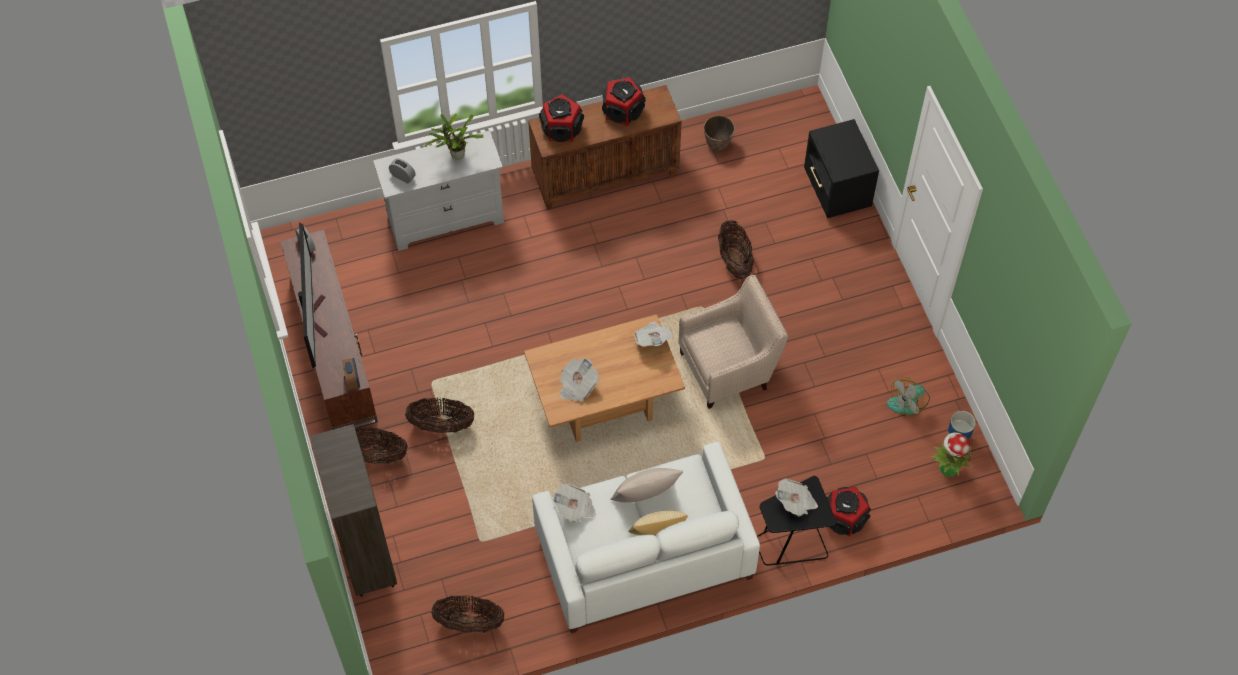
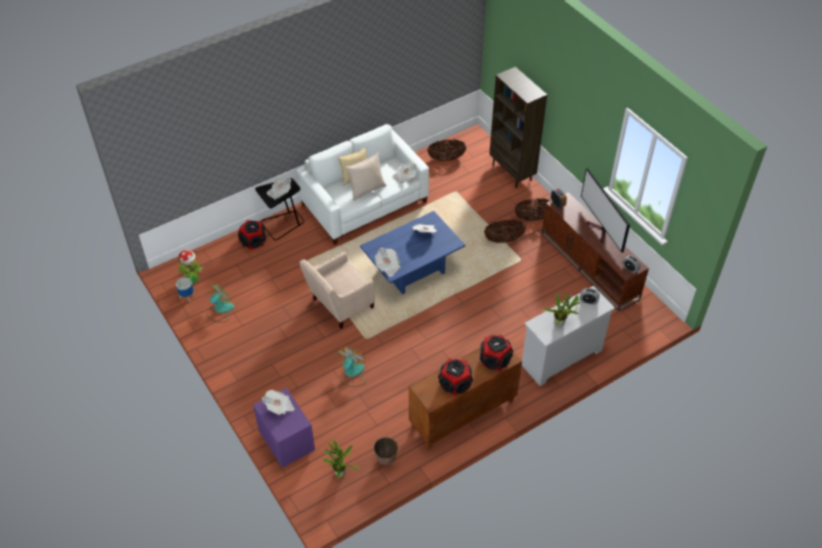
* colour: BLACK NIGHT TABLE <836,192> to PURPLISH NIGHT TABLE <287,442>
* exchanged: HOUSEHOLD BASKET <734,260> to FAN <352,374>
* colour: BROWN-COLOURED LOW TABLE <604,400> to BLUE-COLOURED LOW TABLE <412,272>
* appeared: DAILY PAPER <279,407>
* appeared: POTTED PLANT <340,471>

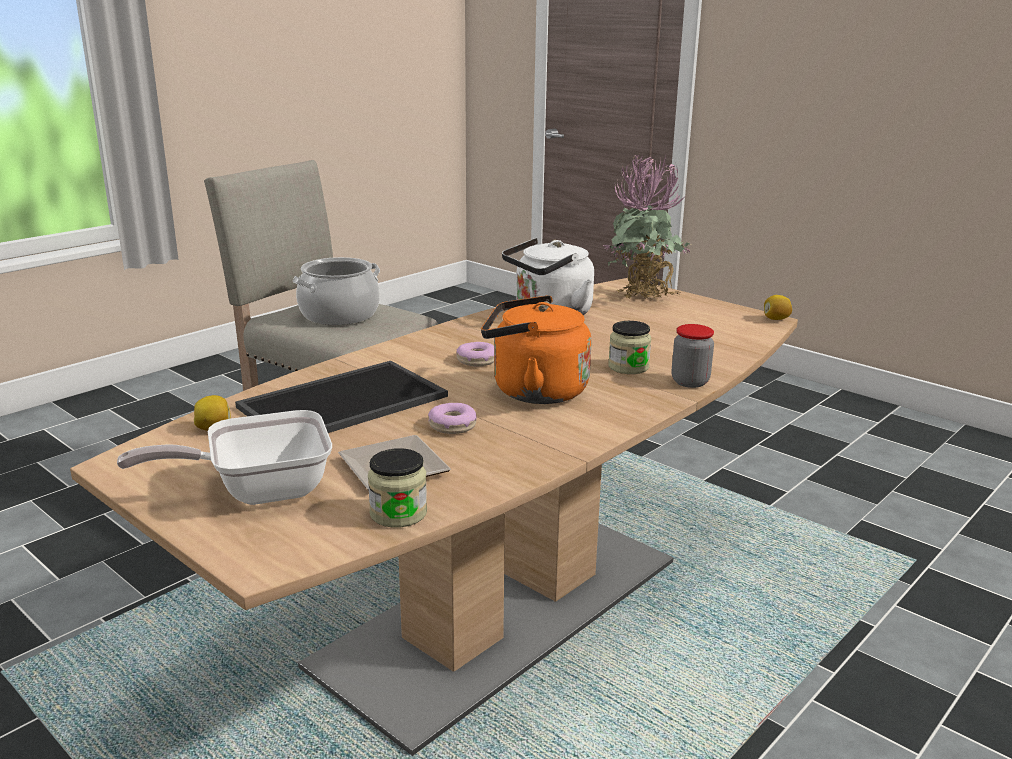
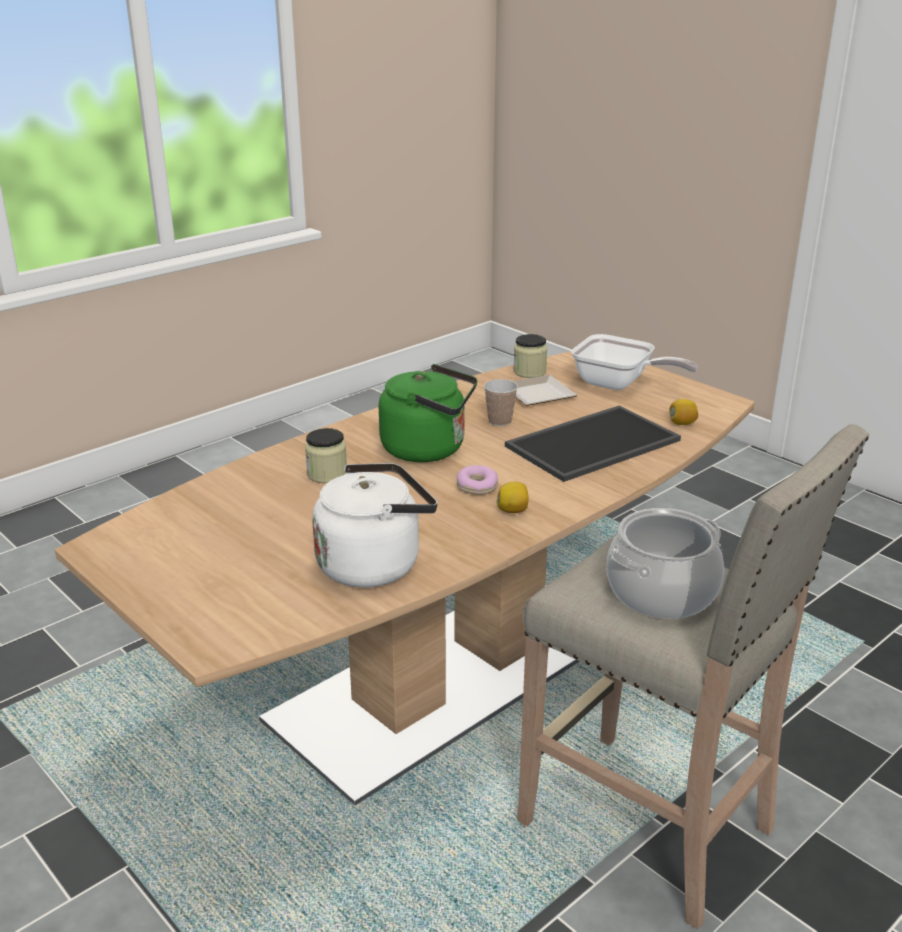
* missing: POTTED PLANT <643,301>
* colour: ORANGE WATER KETTLE <533,391> to GREEN WATER KETTLE <429,449>
* relocated: LEMON <776,319> to <513,510>
* missing: PRESERVE JAR <690,382>
* exchanged: DONUT <452,425> to CUP <500,421>
* spun: FRYING PAN <258,490> = <619,384> 45 degrees clockwise

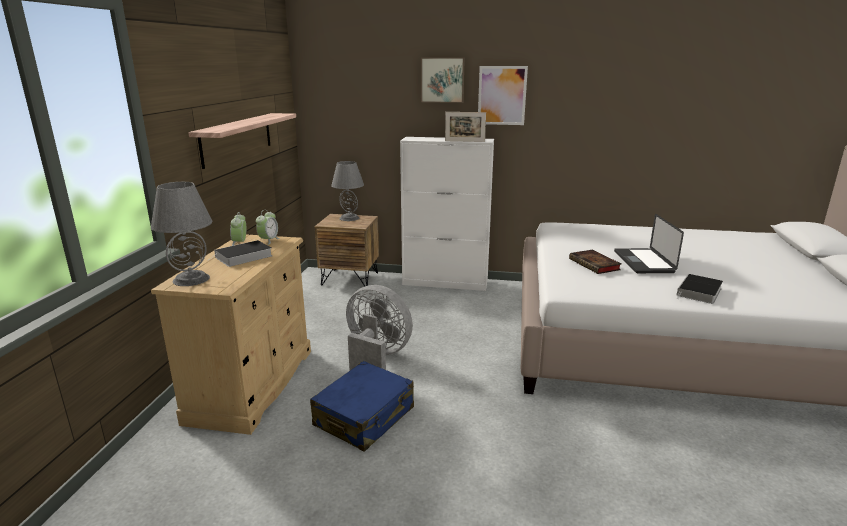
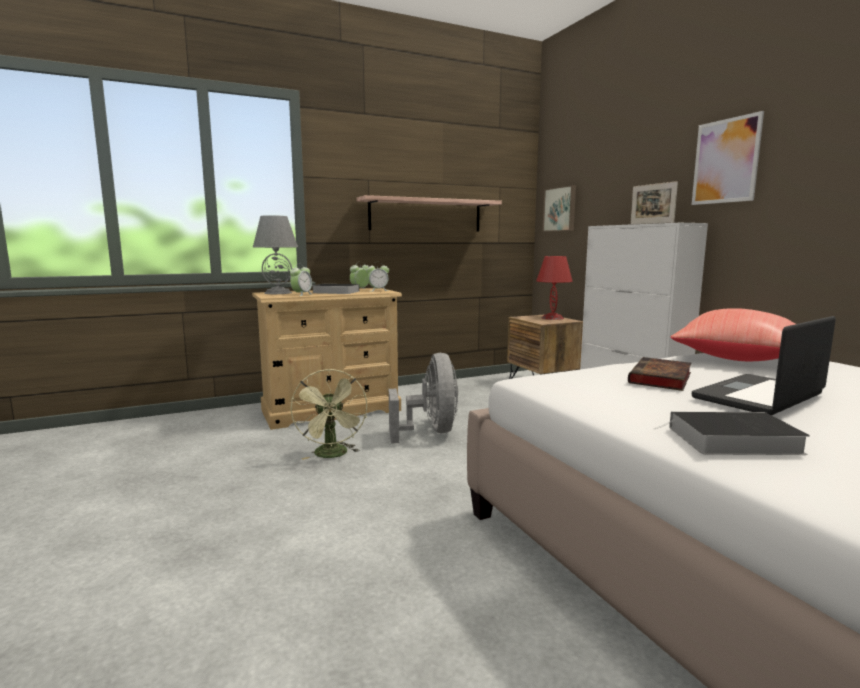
* relocated: WALL ART <442,80> to <560,209>
* colour: GRAY TABLE LAMP <349,218> to RED TABLE LAMP <552,318>
* exchanged: BLUE-COLOURED PIECE OF LUGGAGE <364,417> to GREEN FAN <333,455>
* appeared: BEDSIDE CLOCK <301,294>
* appeared: RED THROW PILLOW <740,359>

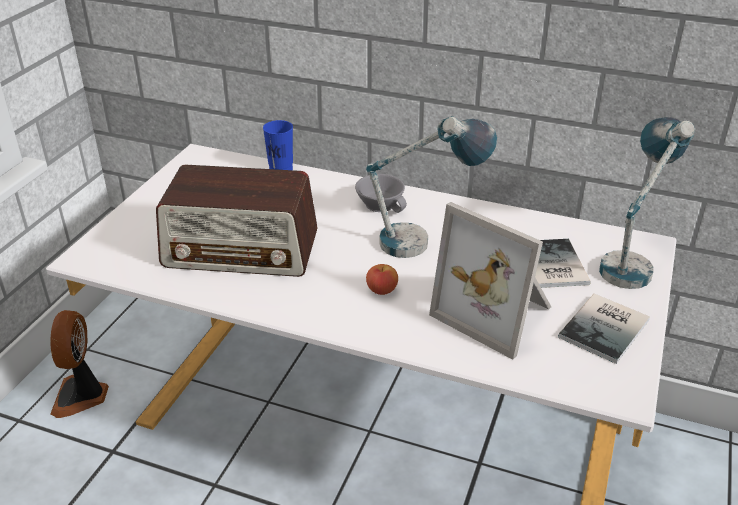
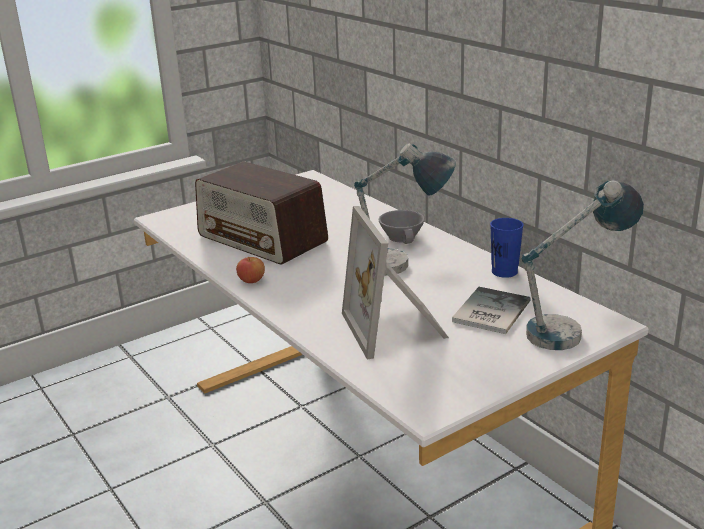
* relocated: BLUE-COLOURED CUP <281,169> to <504,272>
* relocated: WHOLE APPLE <382,290> to <251,280>
* missing: BOOK <607,328>
* missing: FAN <82,396>

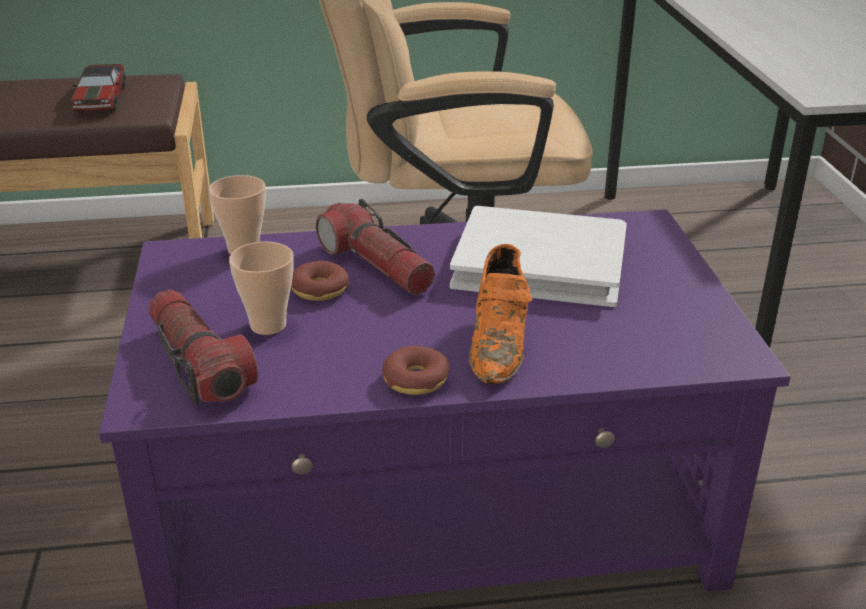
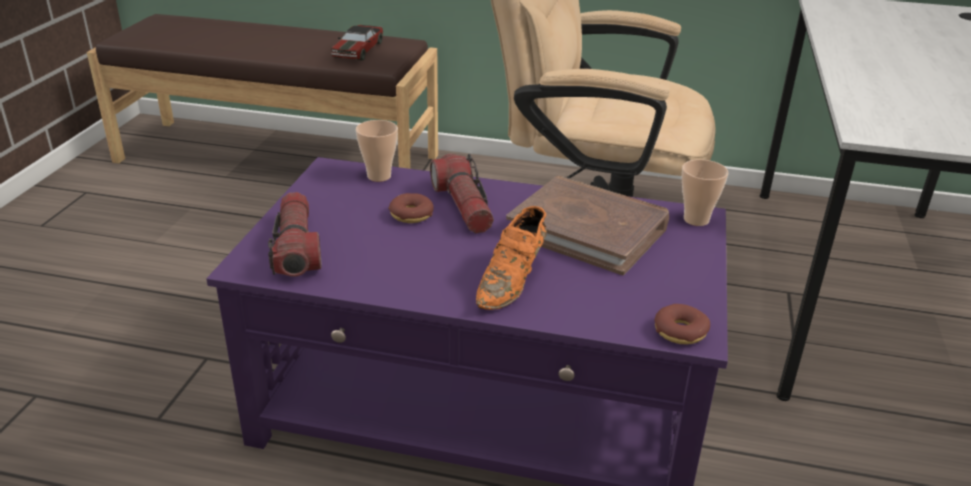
* colour: WHITE BOOK <540,263> to BROWN-COLOURED BOOK <588,230>
* relocated: CUP <268,325> to <696,219>
* relocated: DONUT <415,380> to <680,332>

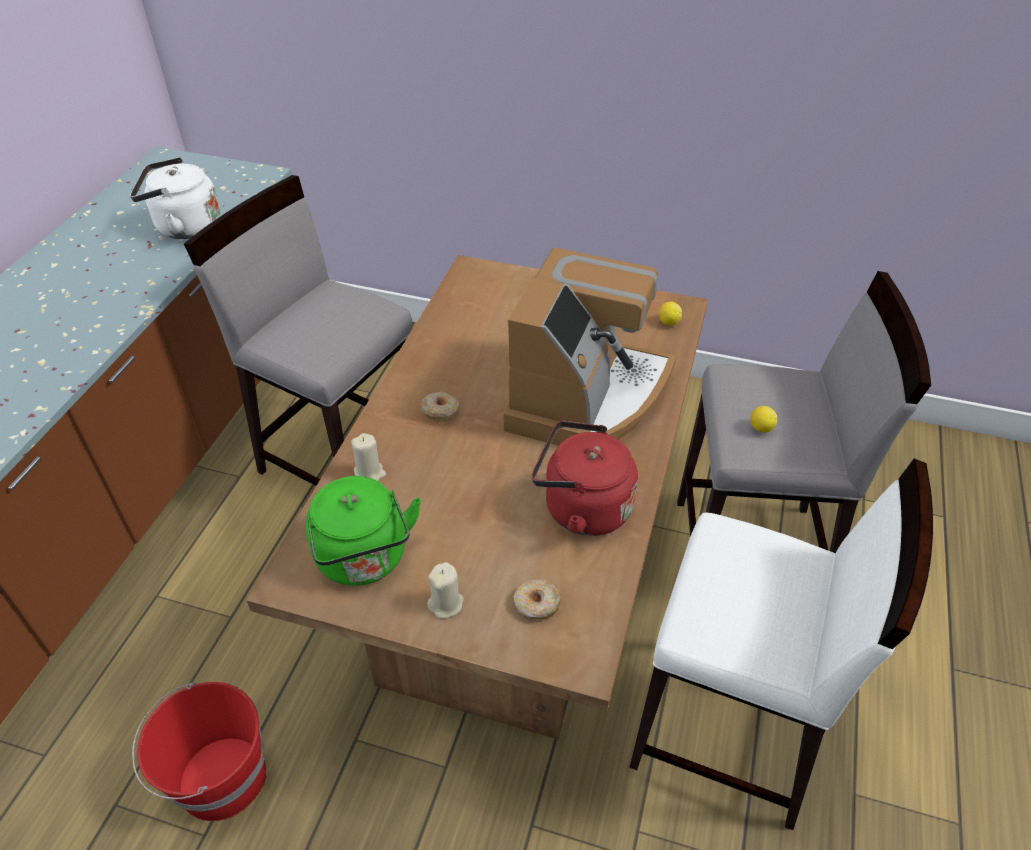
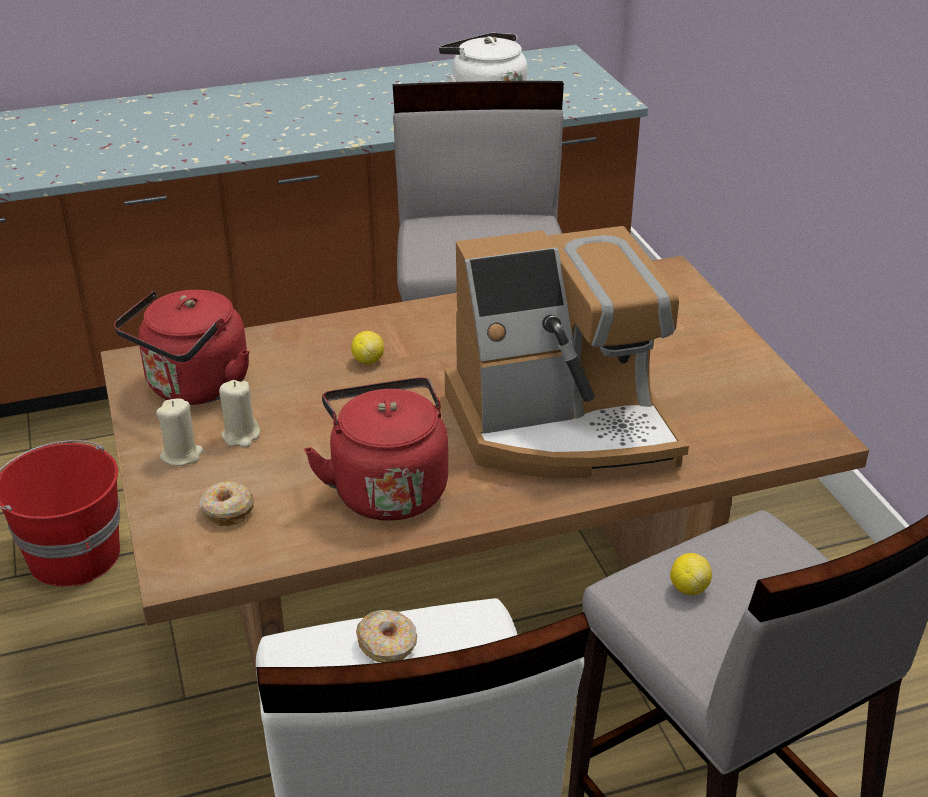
* relocated: LEMON <668,322> to <368,360>
* relocated: DONUT <440,411> to <388,644>
* relocated: BEIGE-COLOURED WAX CANDLE <369,473> to <241,435>
* colour: GREEN WATER KETTLE <364,560> to RED WATER KETTLE <194,388>

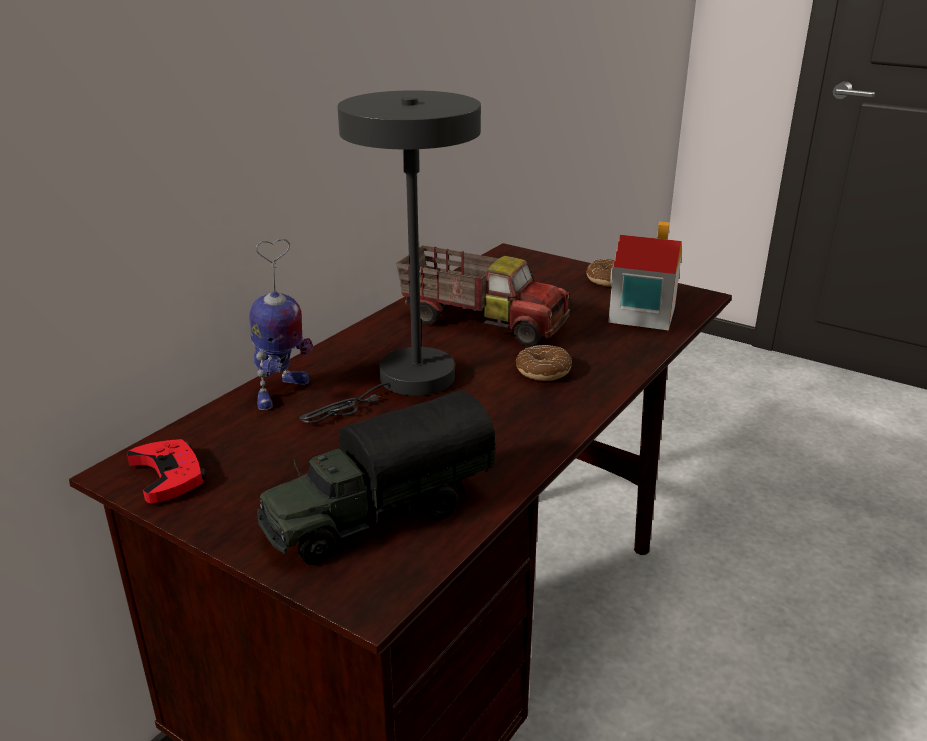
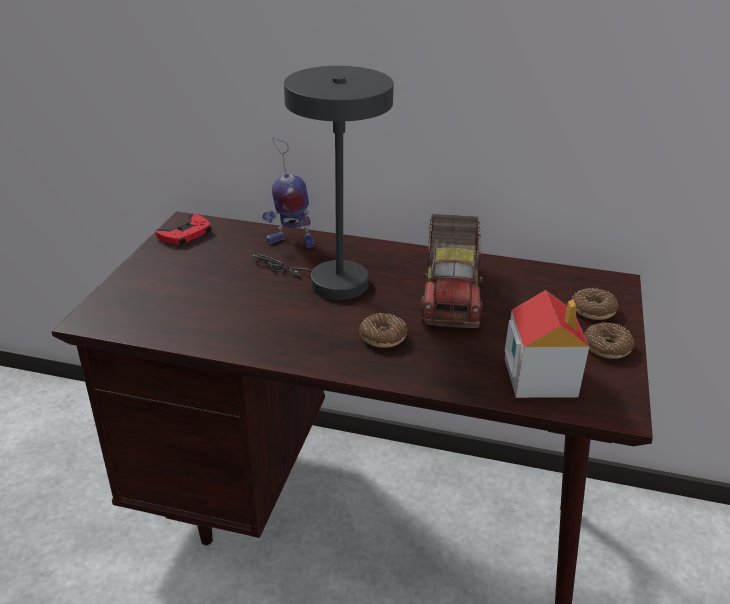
* missing: TOY LORRY <377,515>
* appeared: DONUT <593,310>

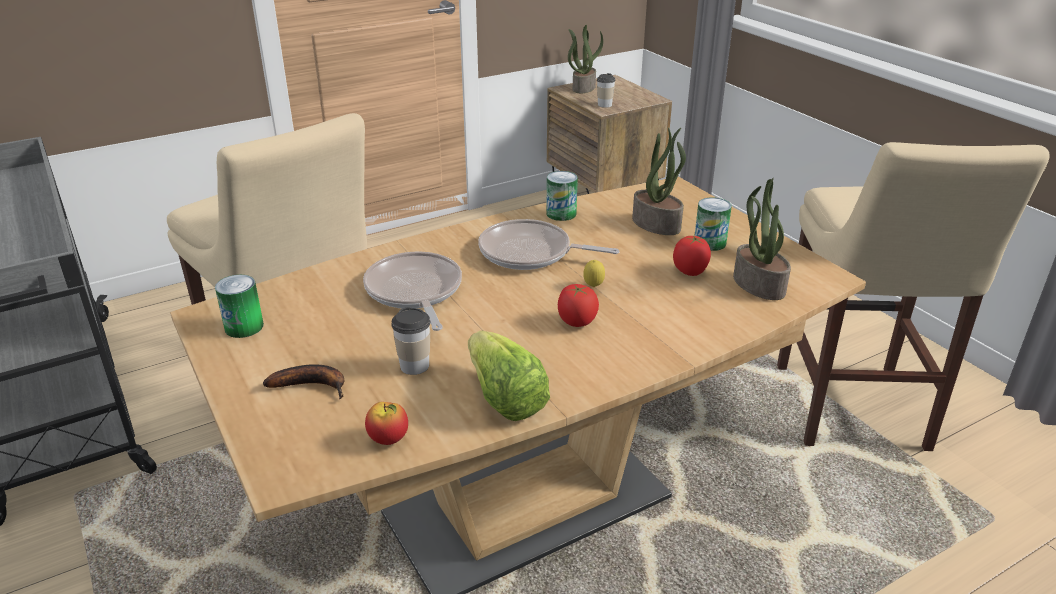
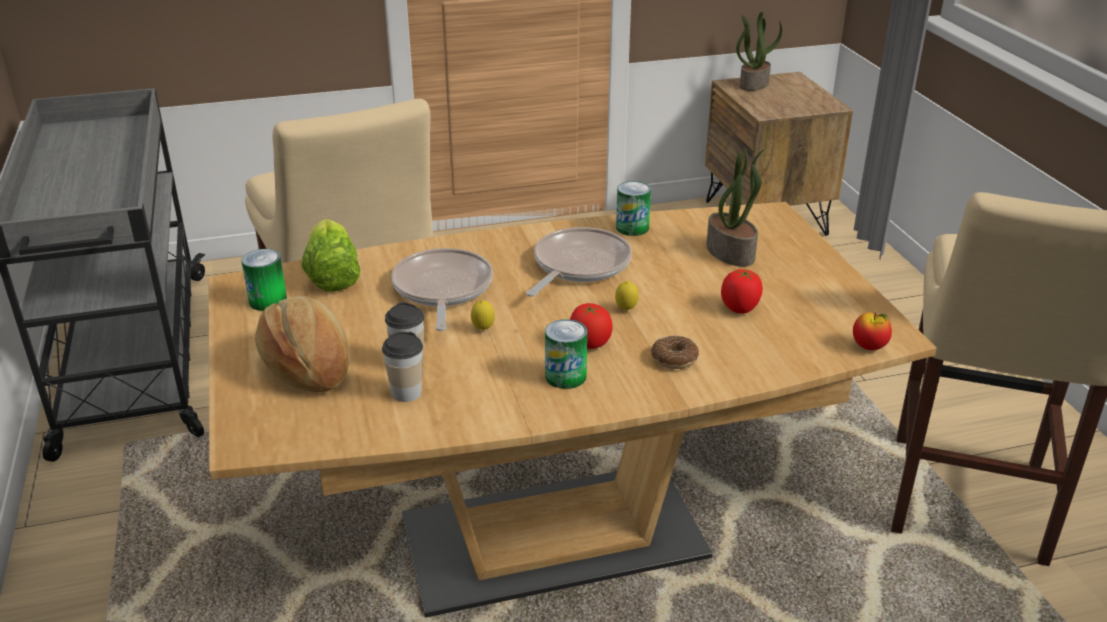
* relocated: CUP <604,105> to <406,392>
* missing: POTTED PLANT <757,285>
* relocated: SEALED CAN <709,243> to <565,376>
* spun: FRYING PAN <530,253> = <578,266> 90 degrees clockwise
* relocated: HEAD OF LETTUCE <504,398> to <332,276>
* exchanged: BANANA FRUIT <313,385> to BAKERY BREAD <307,365>
* relocated: WHOLE APPLE <389,439> to <869,347>
* appeared: LEMON <483,329>
* appeared: DONUT <674,359>

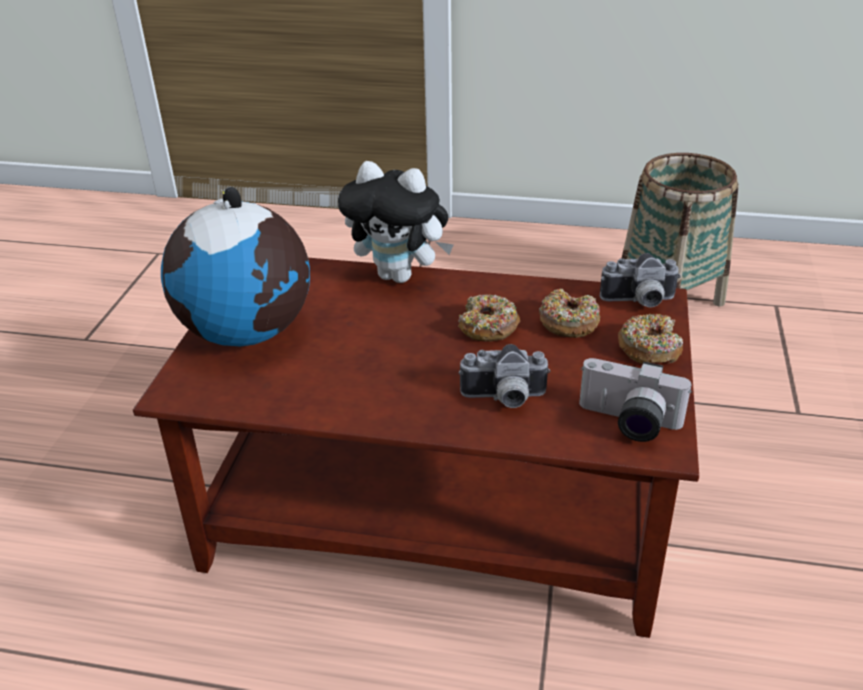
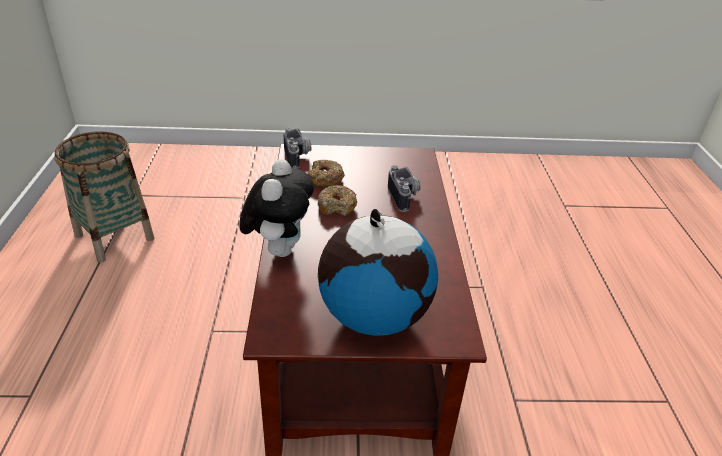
* missing: DONUT <649,348>
* missing: PHOTO CAMERA <627,423>

